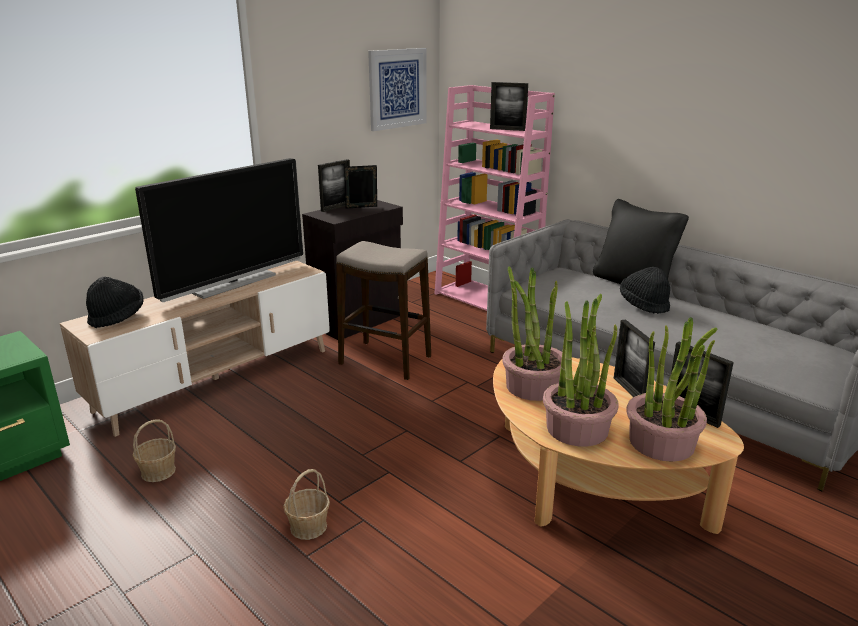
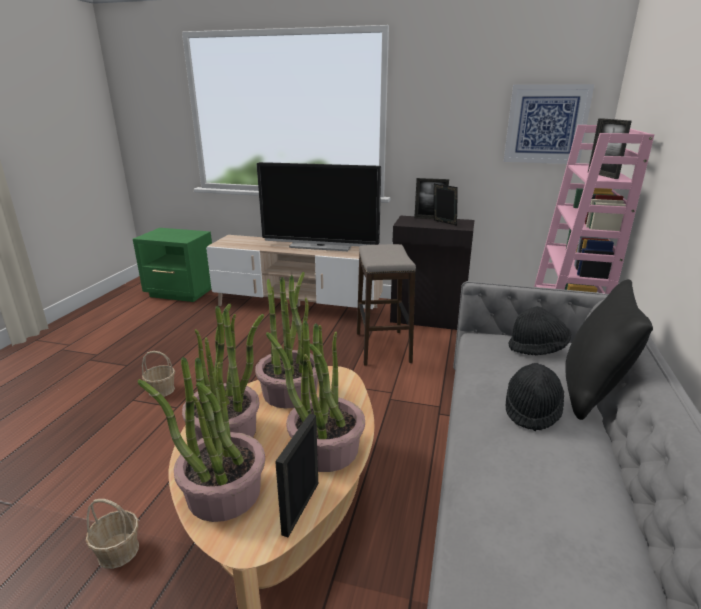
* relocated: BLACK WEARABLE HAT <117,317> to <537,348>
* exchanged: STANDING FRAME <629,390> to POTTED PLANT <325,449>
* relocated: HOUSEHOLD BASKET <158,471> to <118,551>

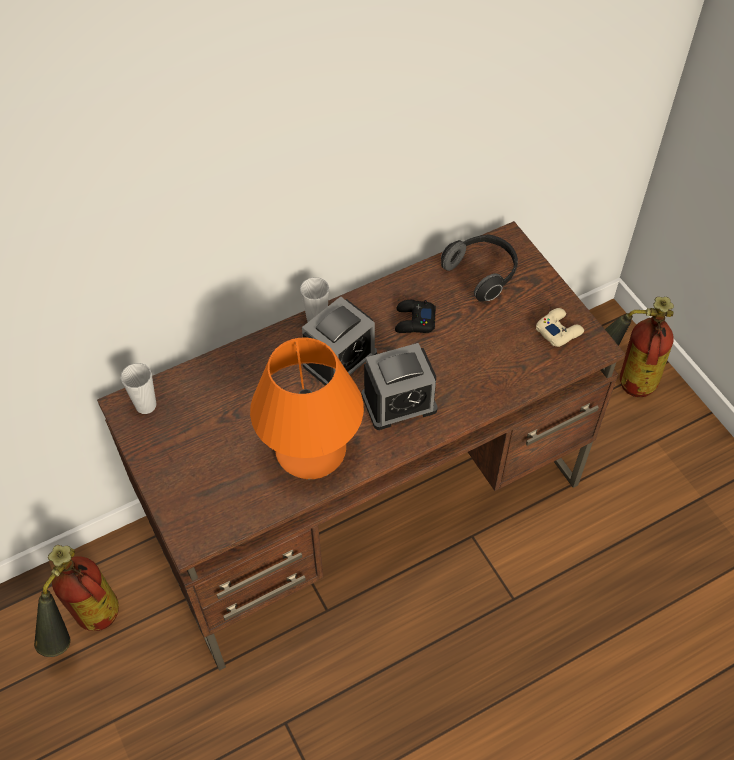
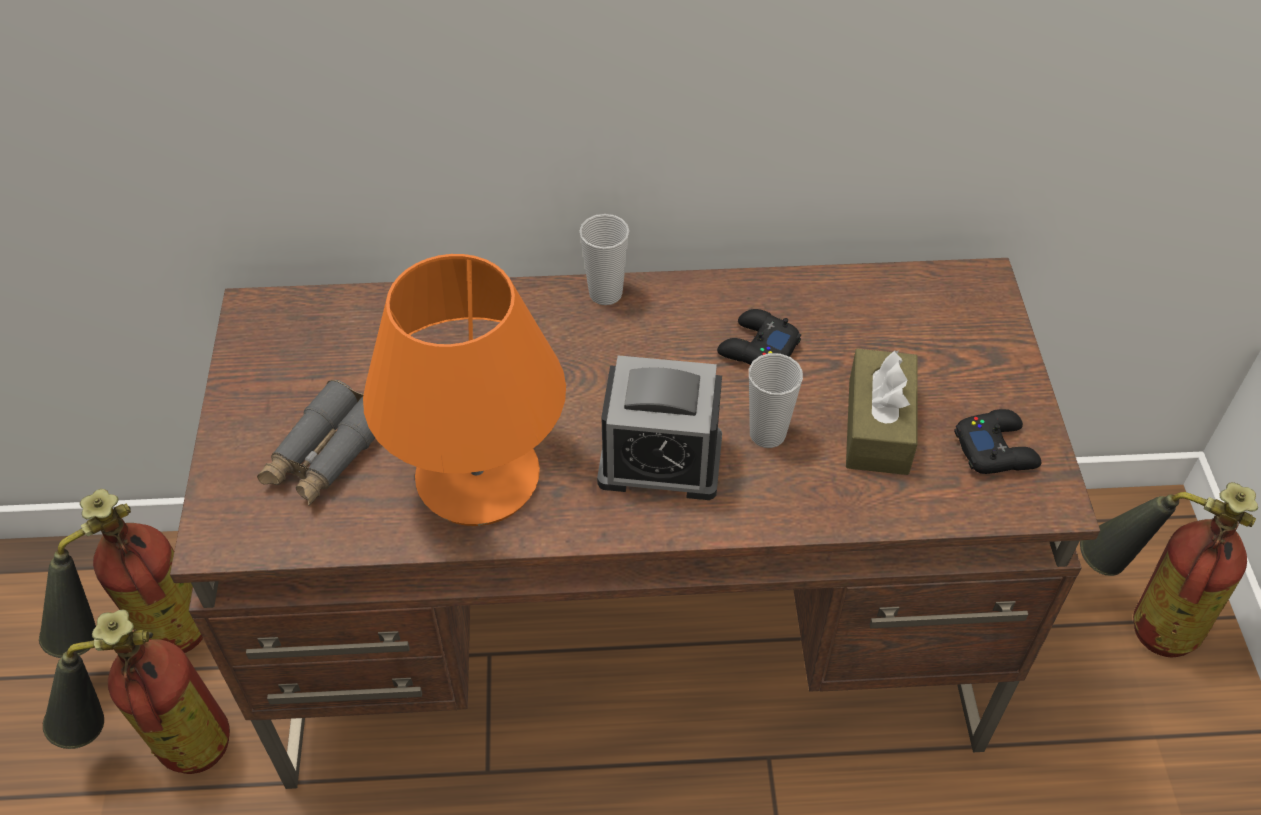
* missing: HEADSET <482,273>
* missing: BEDSIDE CLOCK <339,359>
* colour: BEIGE-COLOURED GAMEPAD <558,330> to BLACK GAMEPAD <996,449>
* relocated: CUP <146,405> to <767,434>
* appeared: BROWN-COLOURED TISSUE HOLDER <878,426>
* appeared: GRAY PAIR OF BINOCULARS <326,455>
* appeared: FIRE-FIGHTING CYLINDER <165,751>

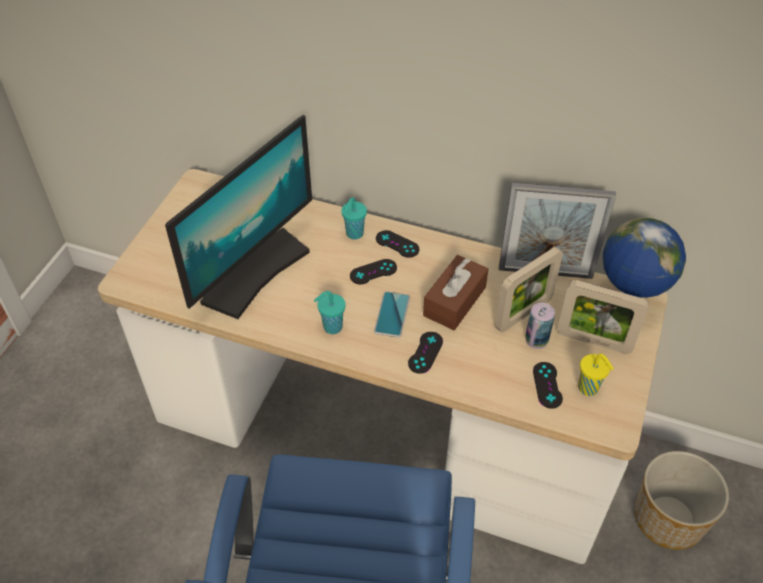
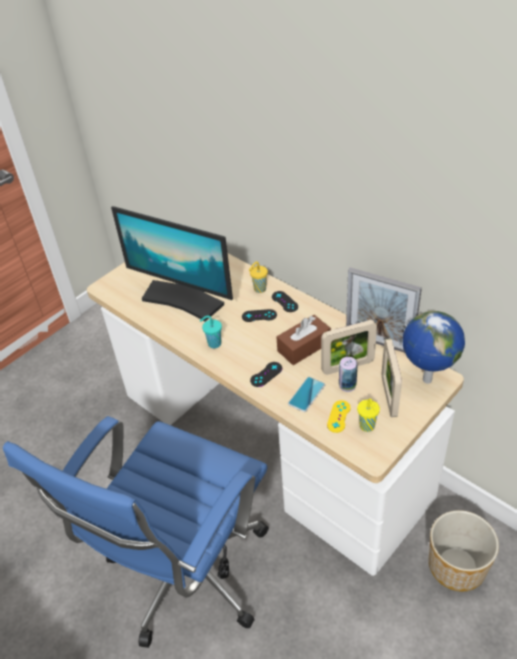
* spun: COMPUTER SCREEN <254,272> = <183,299> 60 degrees clockwise
* colour: TURQUOISE CUP <354,234> to YELLOW CUP <259,289>
* spun: STANDING FRAME <594,341> = <389,396> 45 degrees clockwise
* relocated: PHONE <392,315> to <306,394>
* colour: BLACK GAMEPAD <547,385> to YELLOW GAMEPAD <338,416>

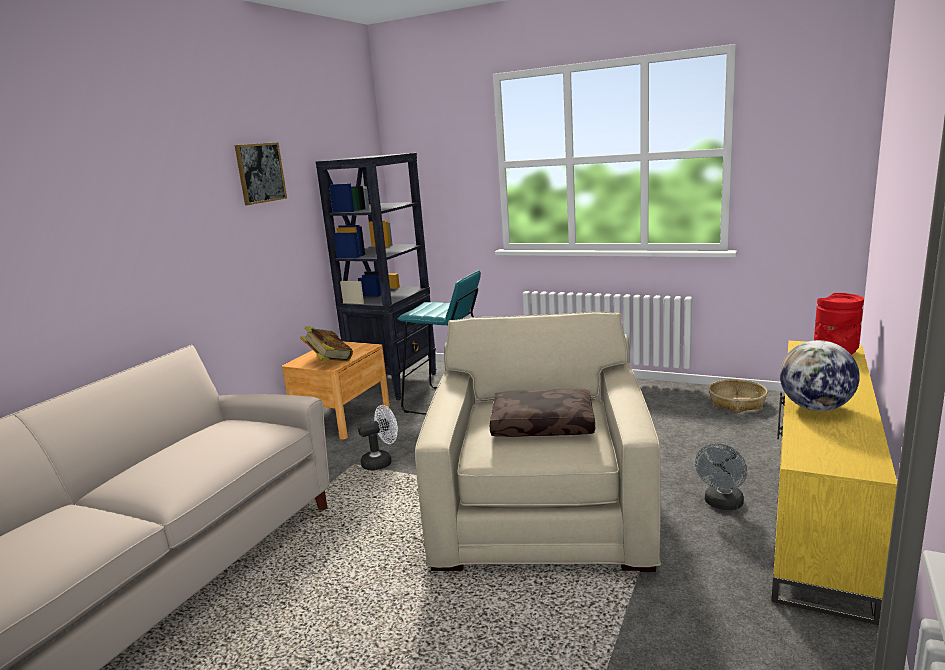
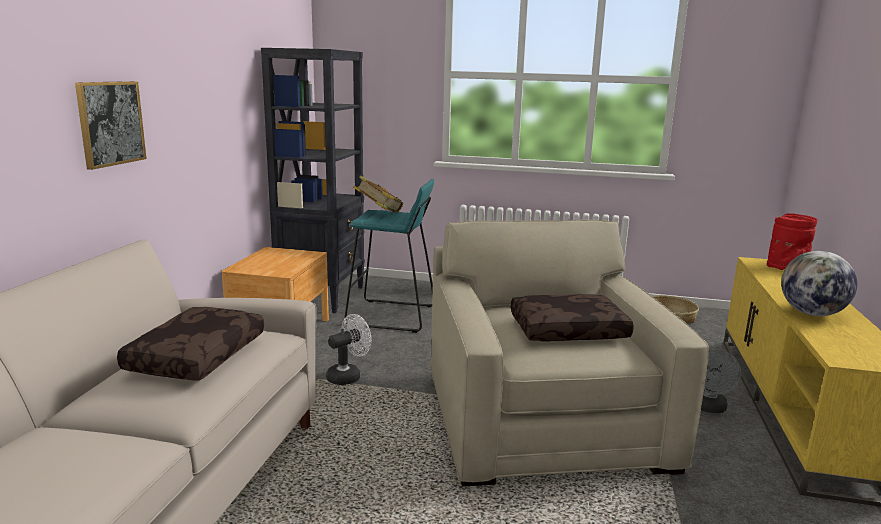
* relocated: WALL ART <260,173> to <110,123>
* relocated: BOOK <329,361> to <378,213>
* appeared: BROWN-COLOURED THROW PILLOW <196,355>

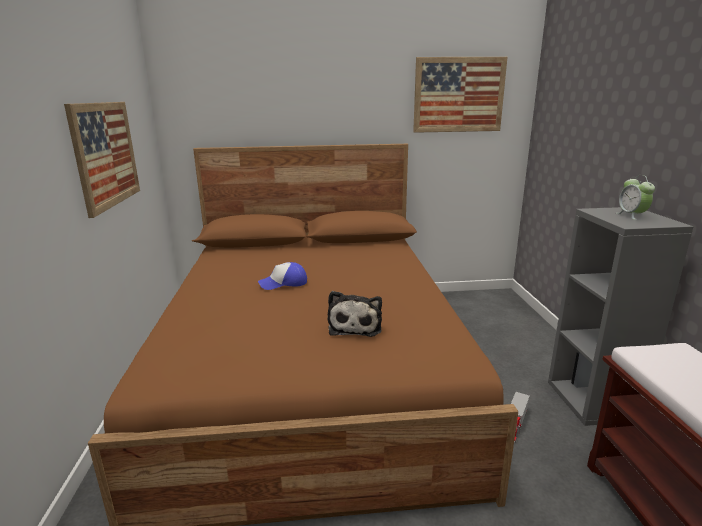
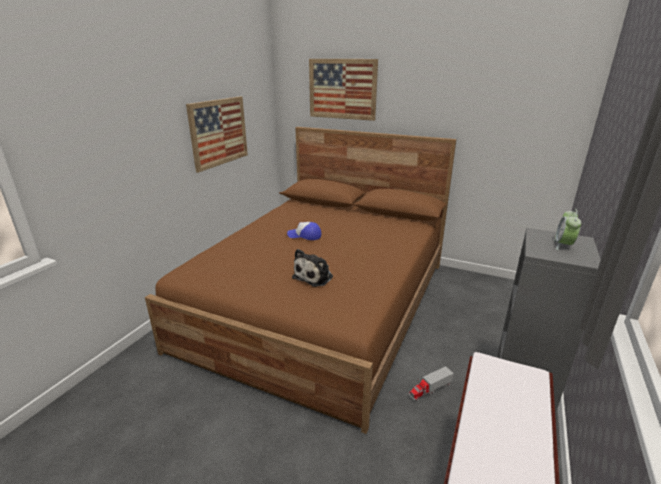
* relocated: WALL ART <458,95> to <342,89>

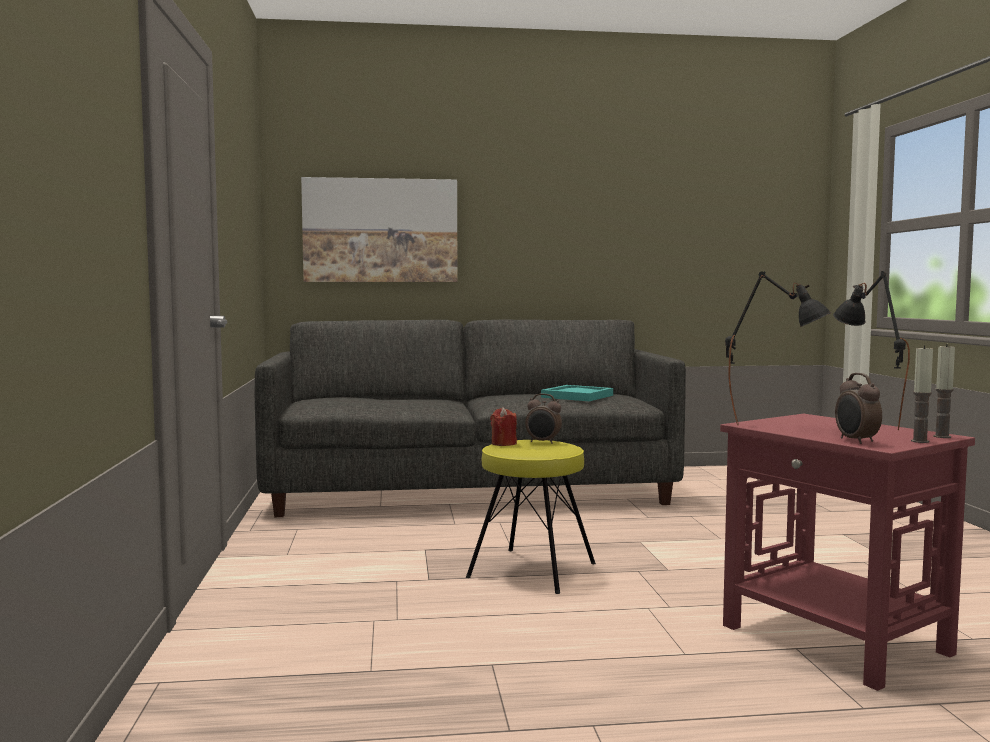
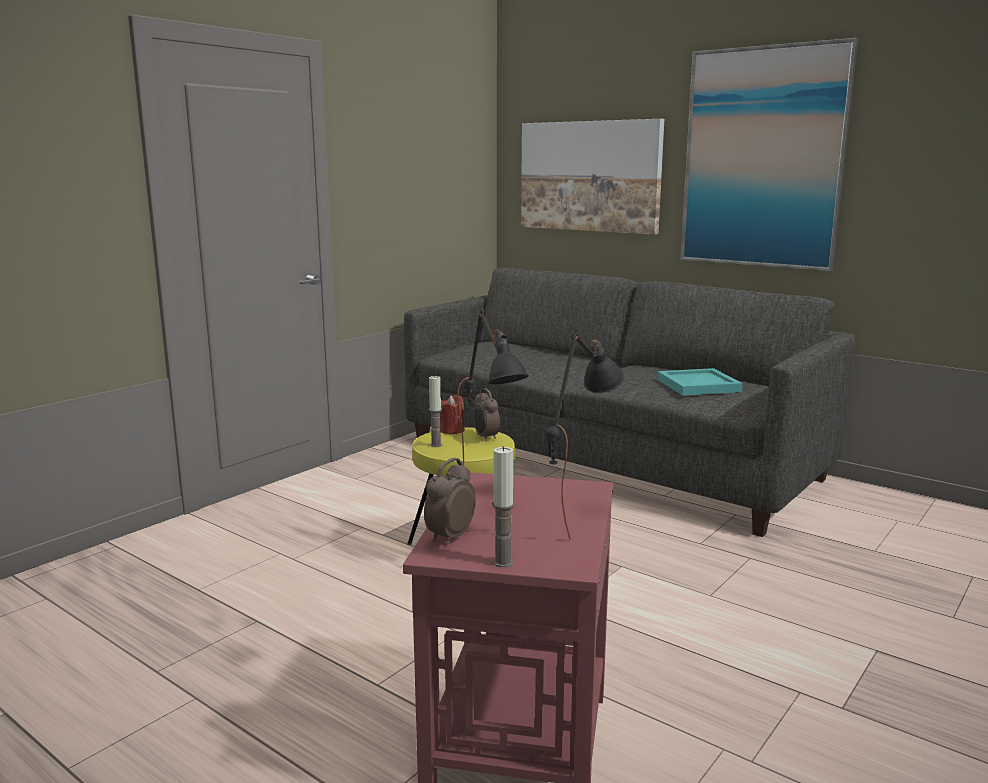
* relocated: WAX CANDLE <942,436> to <436,445>
* appeared: WALL ART <762,158>

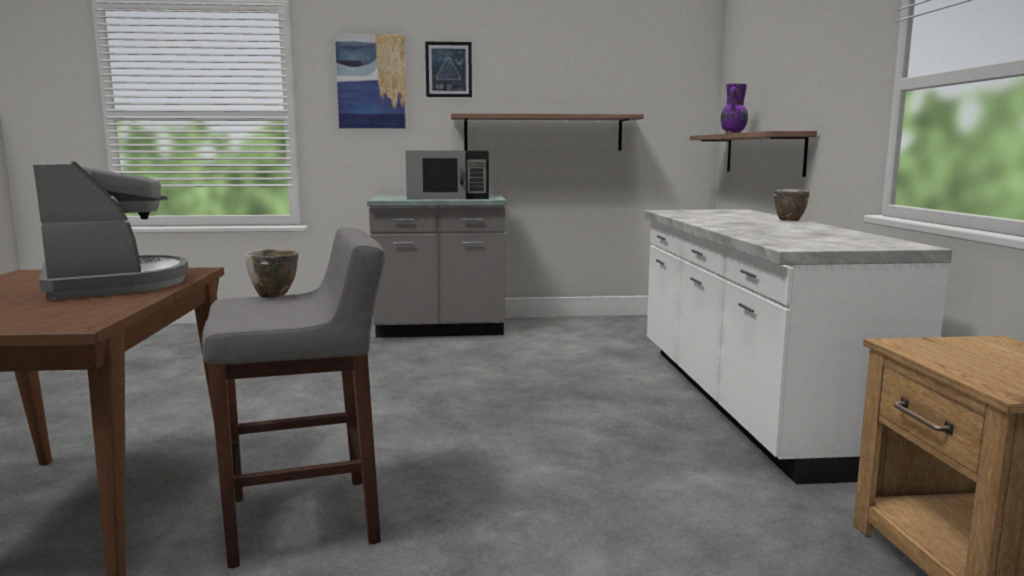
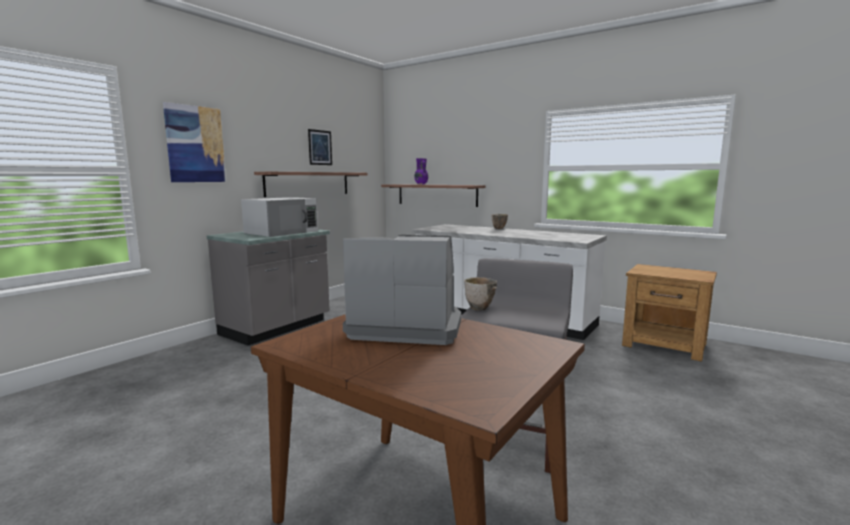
* relocated: WALL ART <448,69> to <320,147>
* colour: BLACK KITCHEN MICROWAVE <450,197> to WHITE KITCHEN MICROWAVE <282,232>

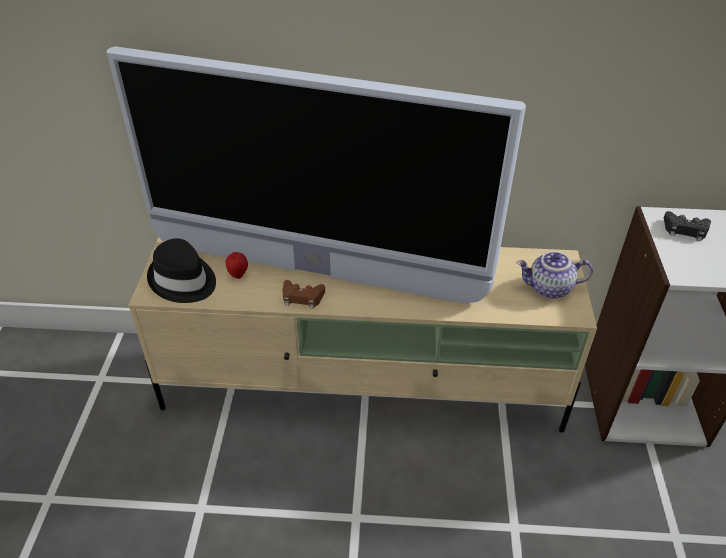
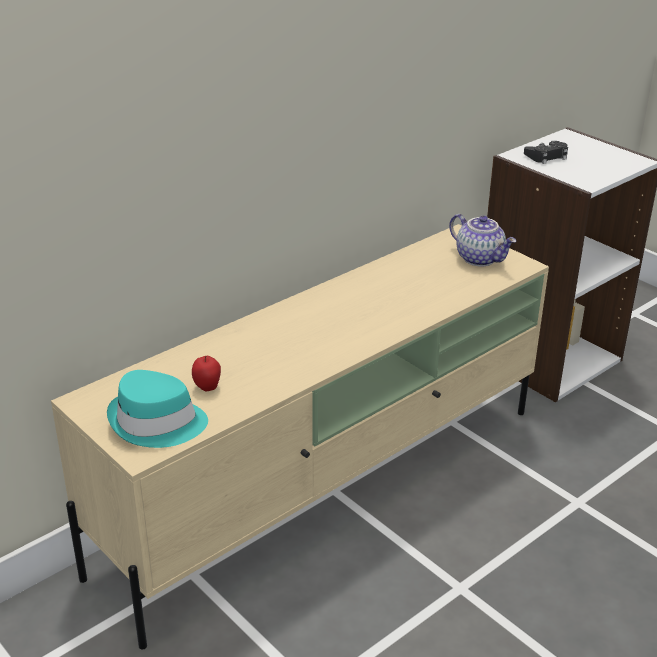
* missing: TV <315,271>
* colour: BLACK WEARABLE HAT <183,281> to TURQUOISE WEARABLE HAT <157,423>
* spun: TEA POT <549,289> = <480,258> 90 degrees counterclockwise
* missing: BROWN-COLOURED GAMEPAD <302,297>

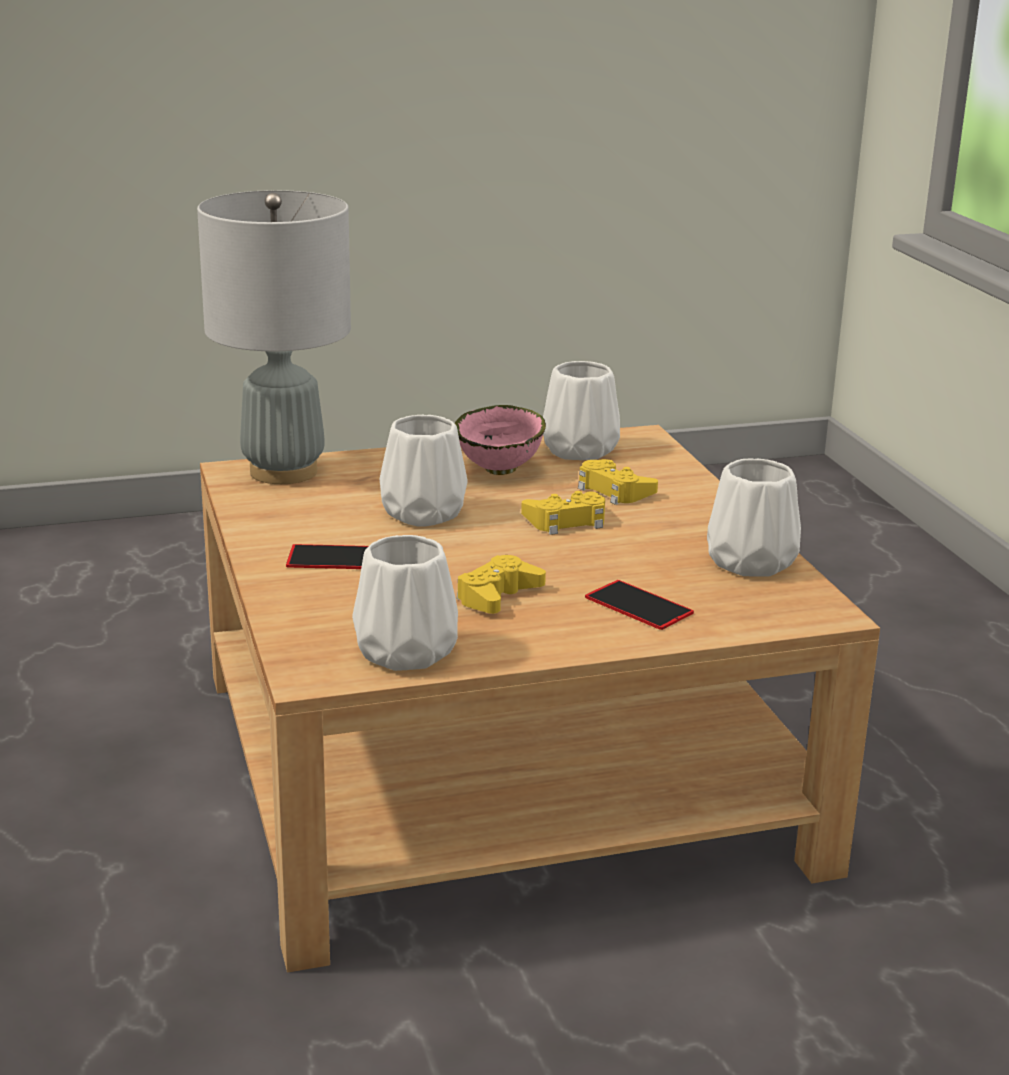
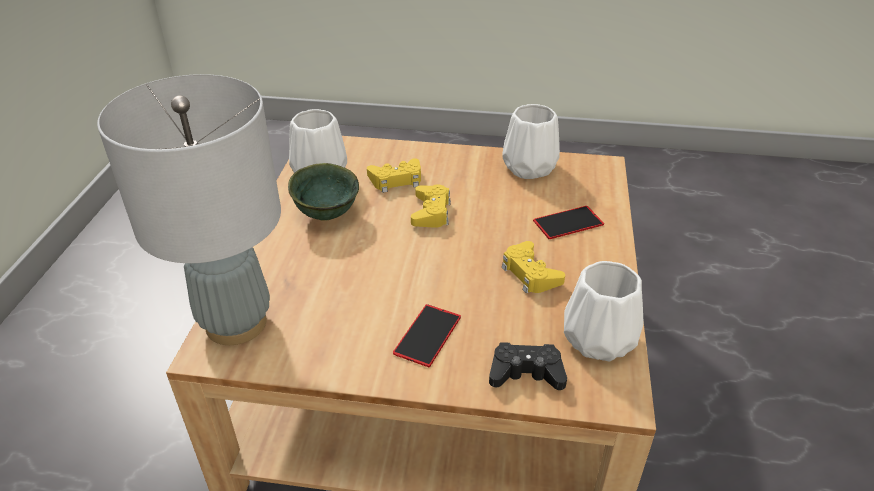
* colour: PINK-COLOURED SERVING BOWL <501,470> to GREEN SERVING BOWL <327,214>
* missing: WHITE DECORATIVE VASE <425,513>
* appeared: BLACK GAMEPAD <526,373>

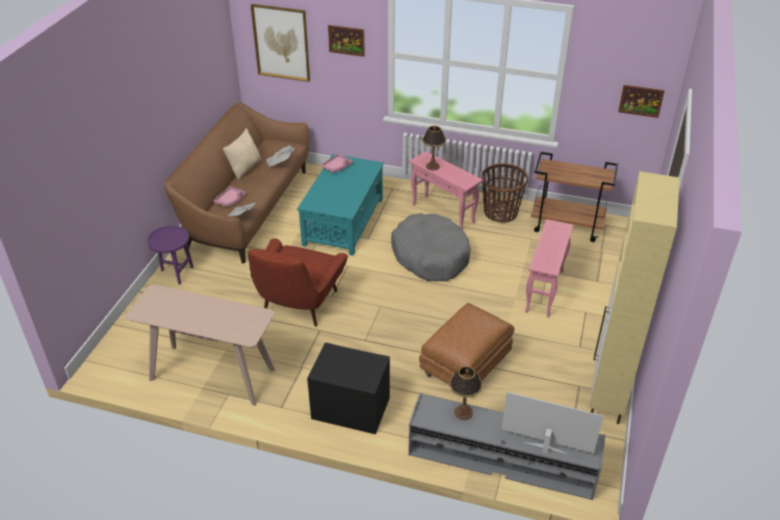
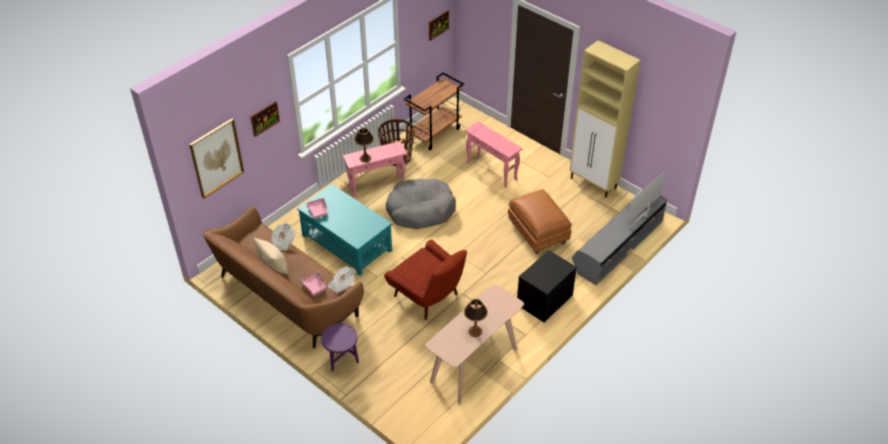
* relocated: TABLE LAMP <463,412> to <475,331>

